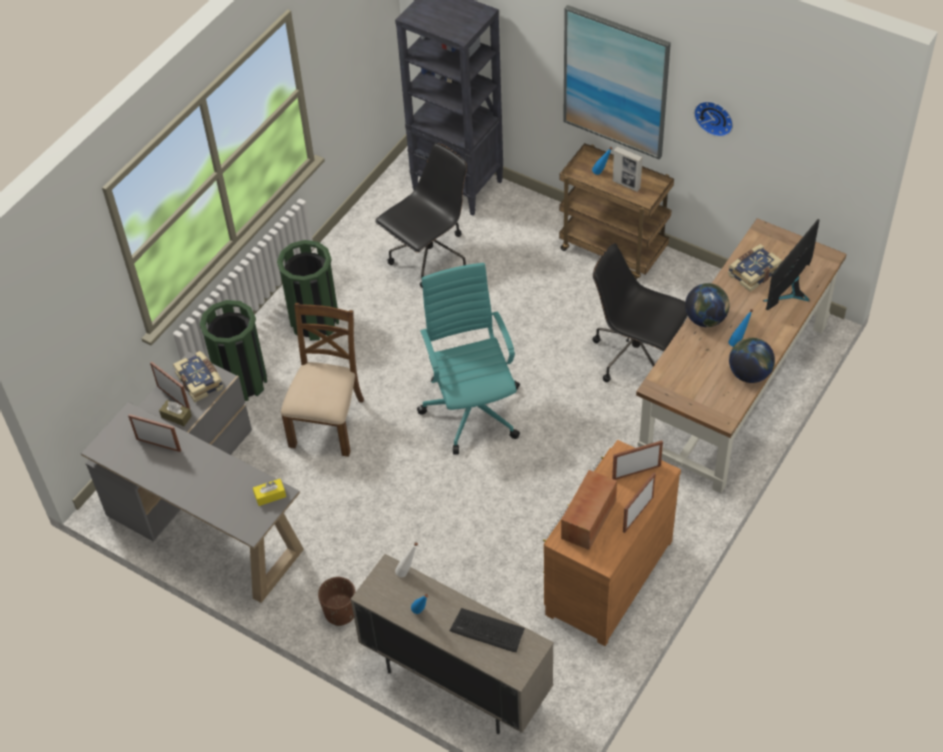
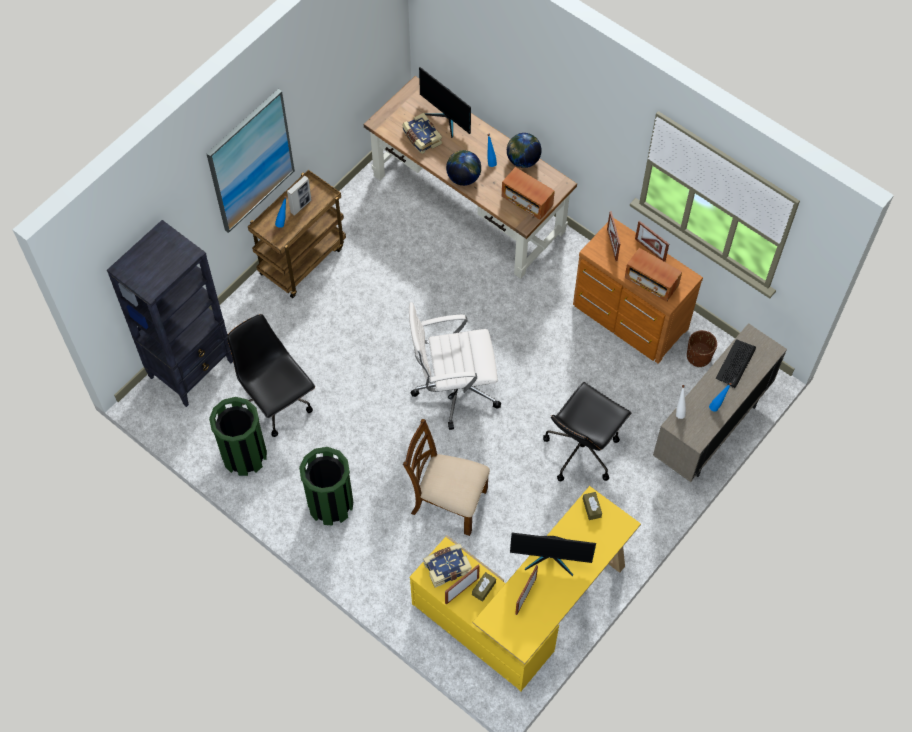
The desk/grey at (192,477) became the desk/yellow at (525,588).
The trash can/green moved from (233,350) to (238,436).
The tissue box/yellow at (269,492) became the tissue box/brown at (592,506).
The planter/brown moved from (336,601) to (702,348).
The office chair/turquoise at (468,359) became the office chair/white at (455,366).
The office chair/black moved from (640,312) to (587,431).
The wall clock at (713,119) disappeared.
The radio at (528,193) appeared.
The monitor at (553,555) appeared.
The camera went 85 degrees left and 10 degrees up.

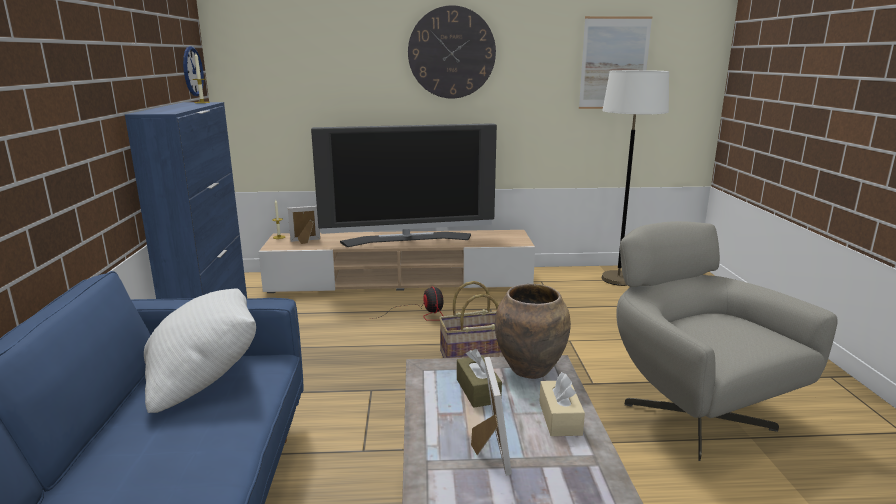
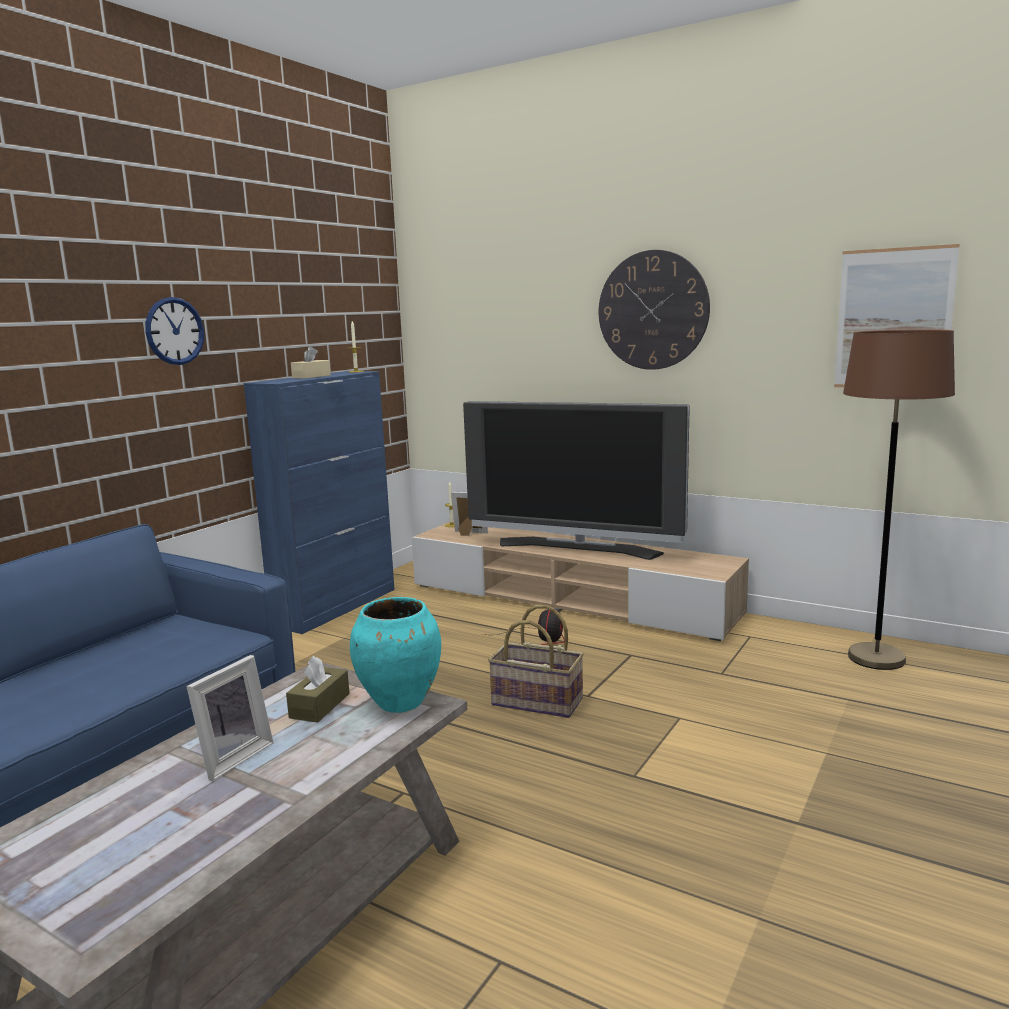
The pillow/white at (200,351) disappeared.
The wall clock moved from (193,71) to (174,331).
The vase/brown at (533,331) became the vase/turquoise at (395,655).
The tissue box/beige moved from (562,404) to (311,362).
The floor lamp/white at (635,178) became the floor lamp/brown at (899,499).
The armchair/grey at (727,341) disappeared.
The camera went 35 degrees right and 5 degrees down.

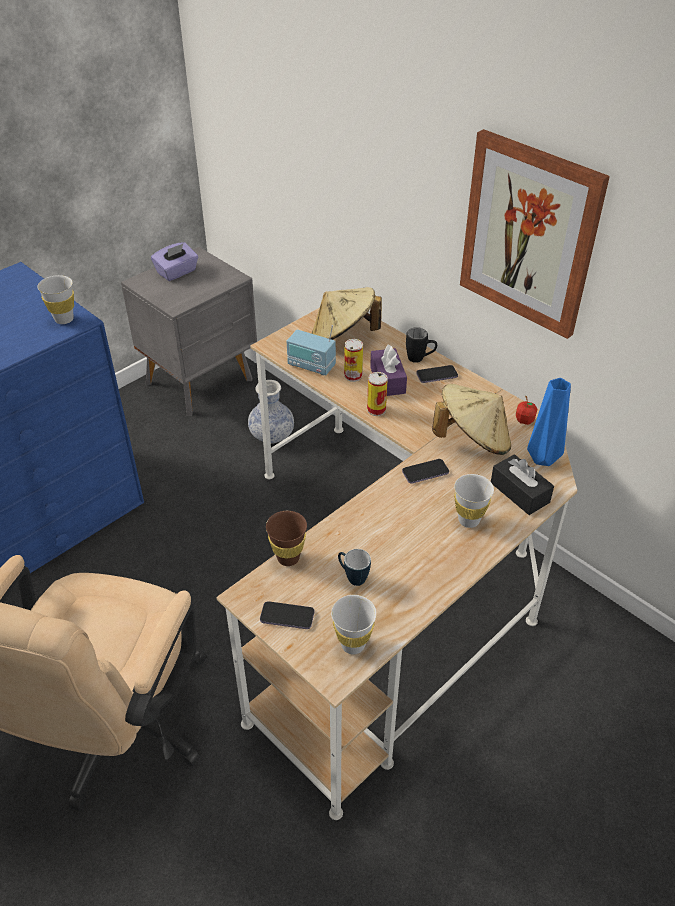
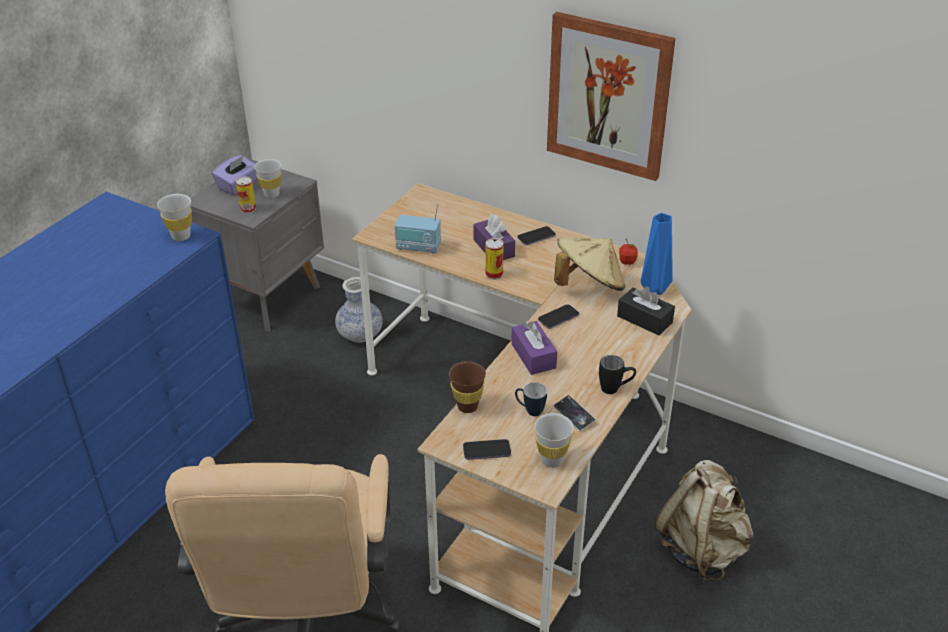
The hat/beige at (347,313) disappeared.
The can moved from (353,360) to (246,195).
The mug/black moved from (421,345) to (617,374).
The cup/white moved from (474,501) to (268,178).
The tissue box/purple at (534,348) appeared.
The phone at (574,413) appeared.
The backpack/beige at (704,520) appeared.
The camera went 15 degrees left and 5 degrees down.

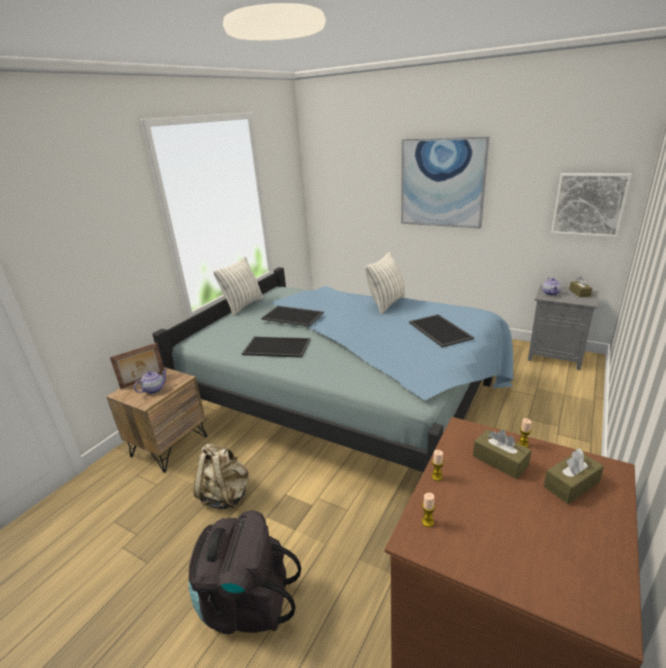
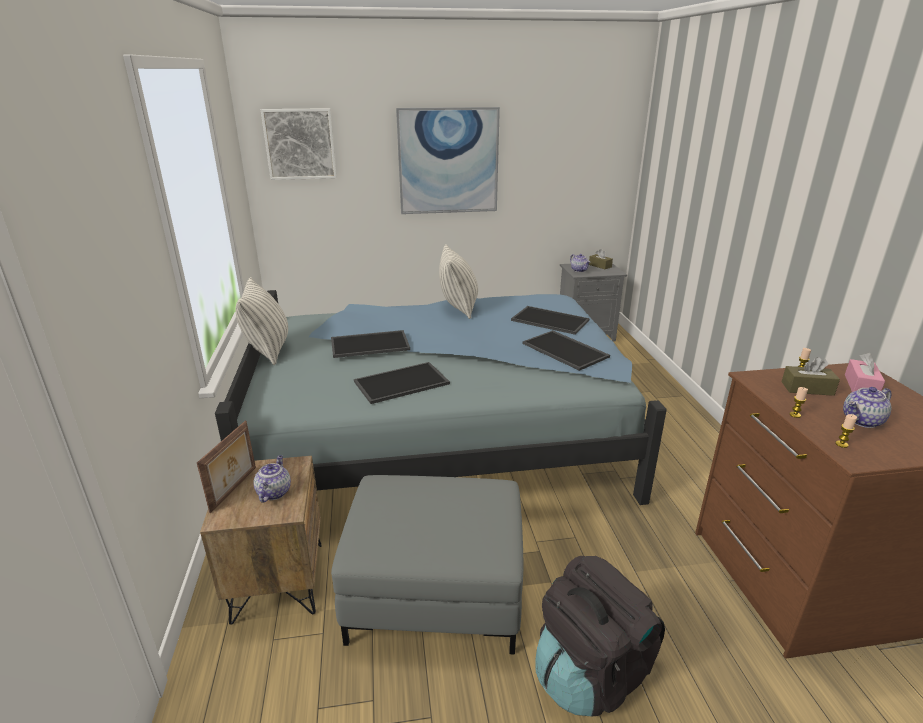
The backpack/beige at (221,476) was replaced by the ottoman/grey at (427,565).
The tissue box/brown at (574,476) became the tissue box/pink at (865,372).
The picture moved from (591,205) to (299,144).
The tray at (566,350) appeared.
The teapot at (867,407) appeared.
The camera went 40 degrees left and 0 degrees up.

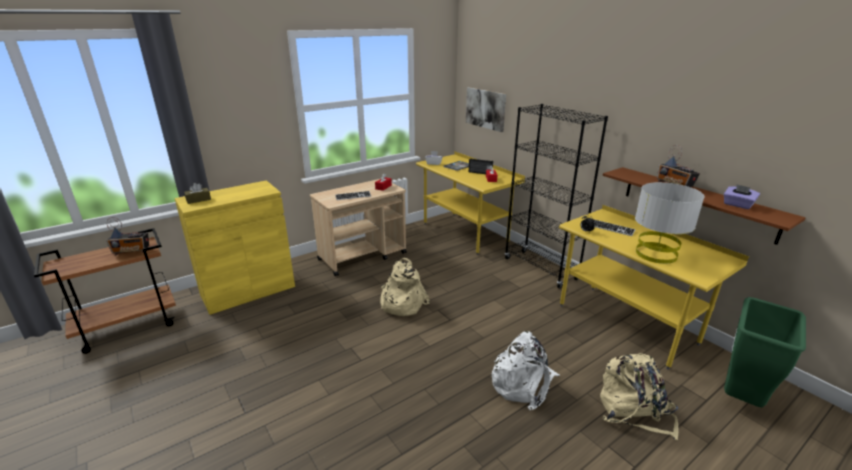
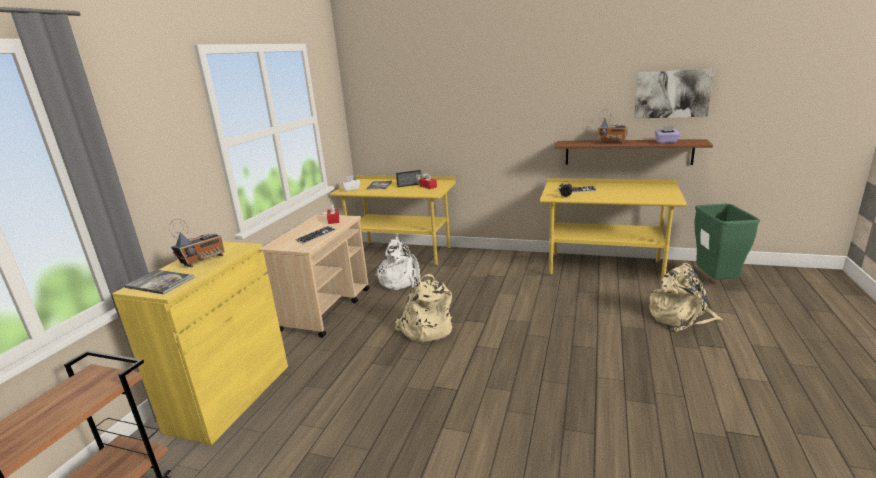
The radio moved from (127,236) to (197,243).
The tissue box/brown at (197,193) was replaced by the book at (159,282).
The picture moved from (486,109) to (674,94).
The backpack/white moved from (526,370) to (398,263).
The bookcase/black at (556,196) disappeared.
The table lamp/grey at (669,223) disappeared.
The camera went 35 degrees left and 5 degrees down.

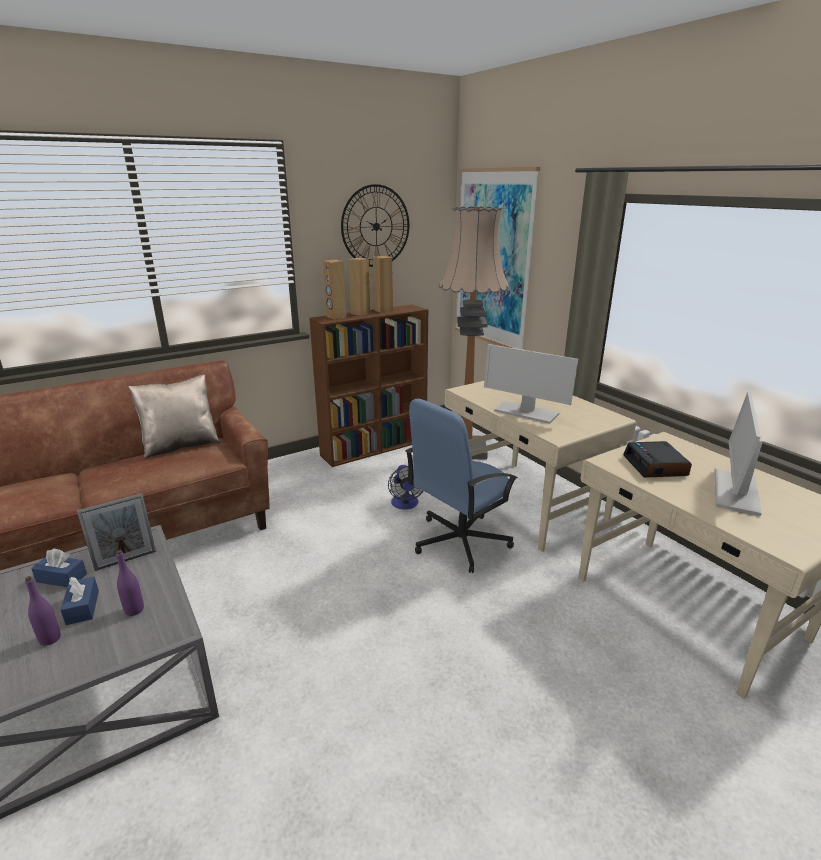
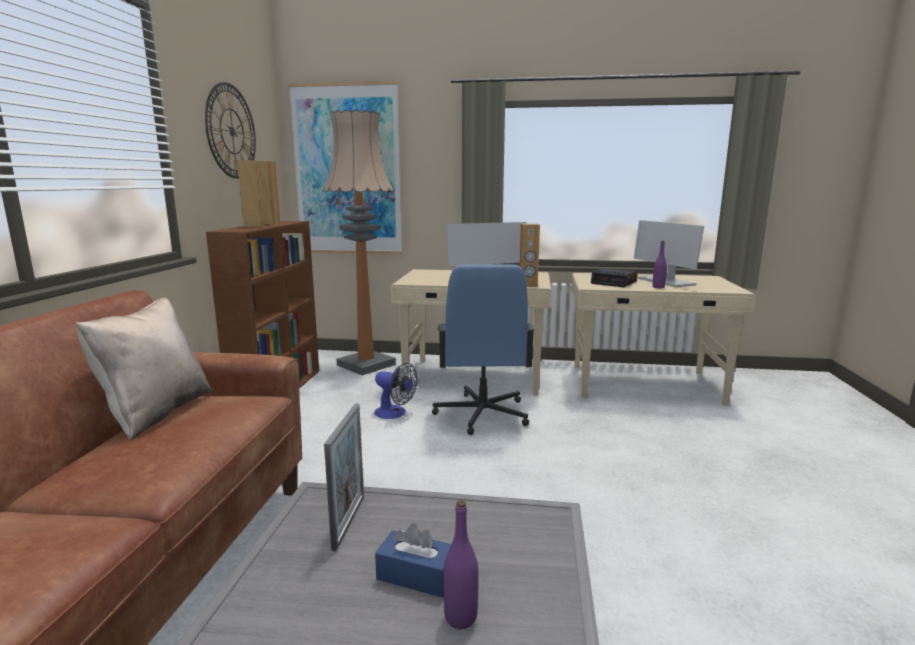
The tissue box/blue at (59,568) disappeared.
The bottle/purple moved from (130,583) to (660,264).
The speaker/brown moved from (334,289) to (530,255).
The camera went 50 degrees left and 10 degrees down.

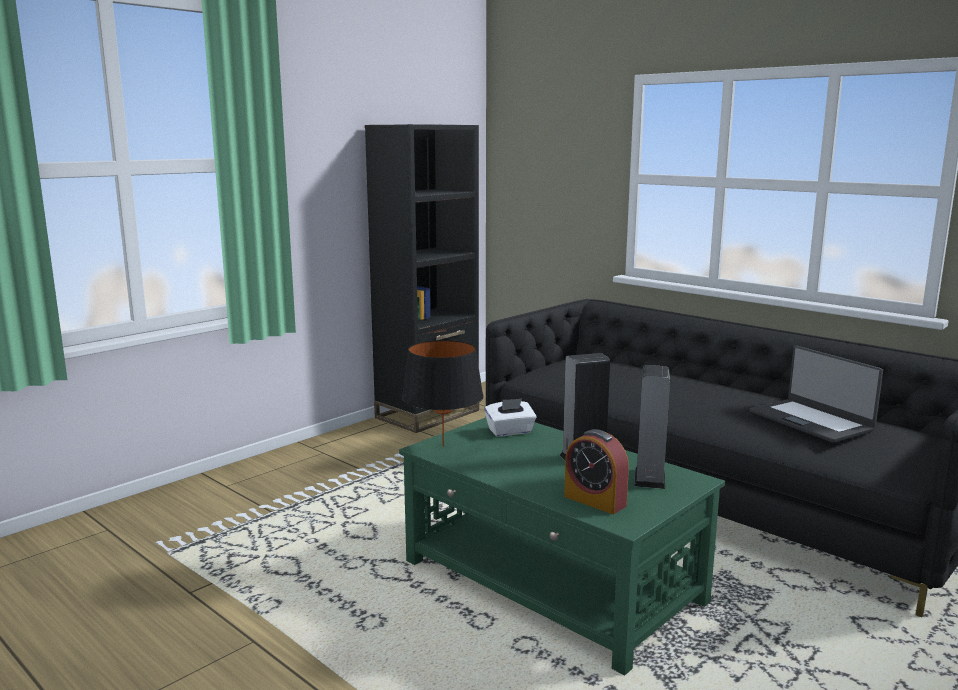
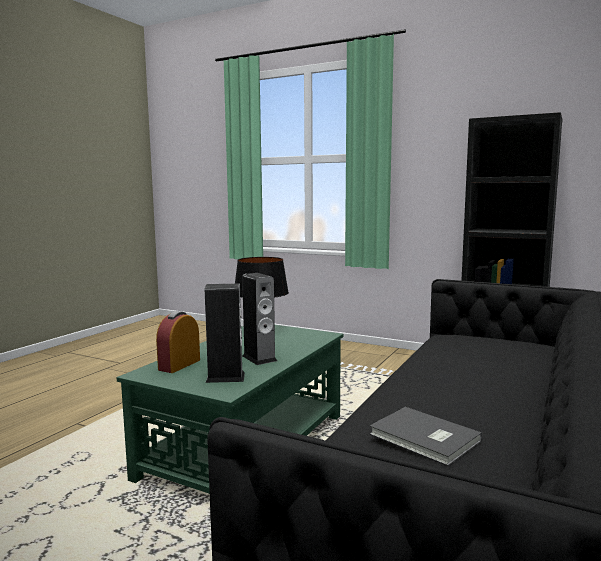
The tissue box/white at (510,417) disappeared.
The laptop at (816,394) was replaced by the book/grey at (425,436).
The camera went 75 degrees right and 5 degrees down.

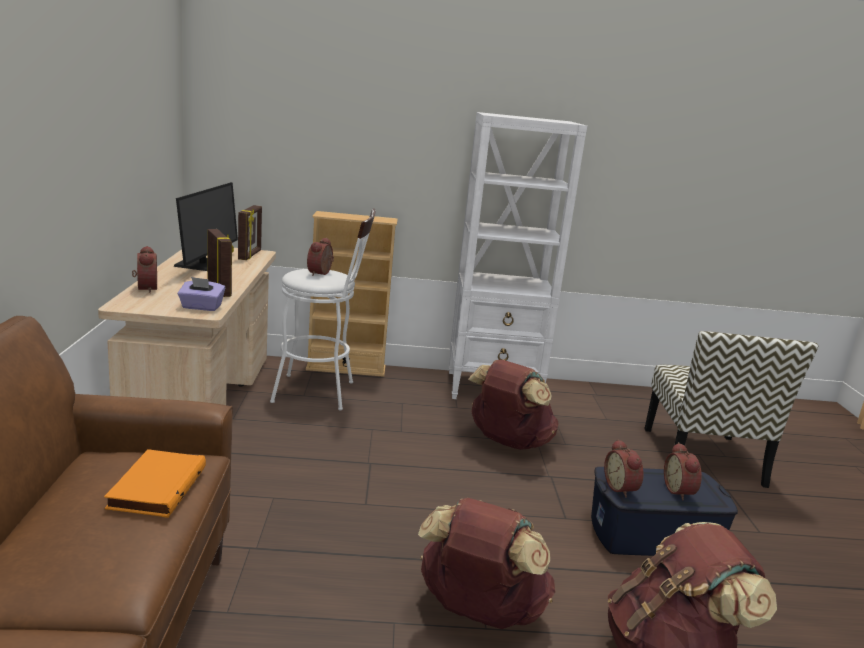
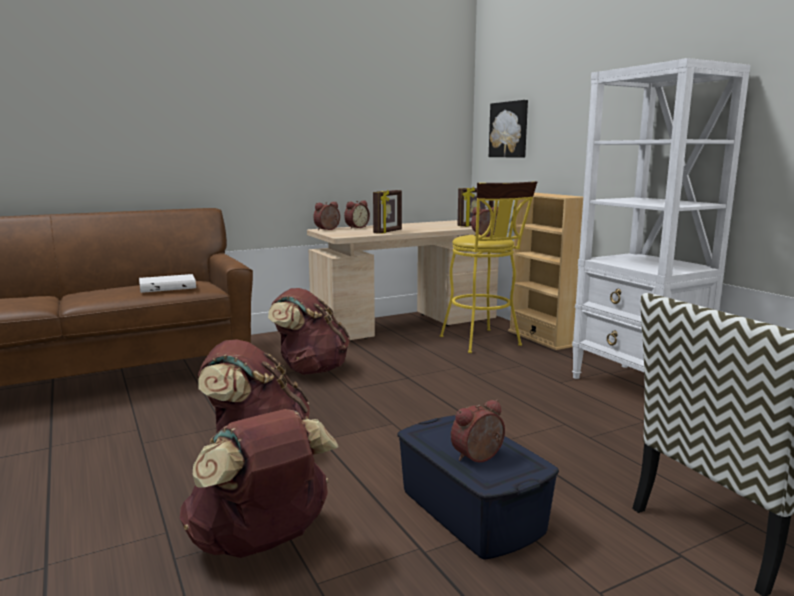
The book/orange at (155,483) became the book/white at (167,283).
The monitor at (205,226) disappeared.
The tissue box/purple at (201,294) disappeared.
The stool/white at (323,309) became the stool/yellow at (488,267).
The backpack/brown moved from (513,405) to (309,331).
The alarm clock moved from (624,468) to (326,216).
The picture at (508,129) appeared.
The camera went 65 degrees right and 5 degrees down.

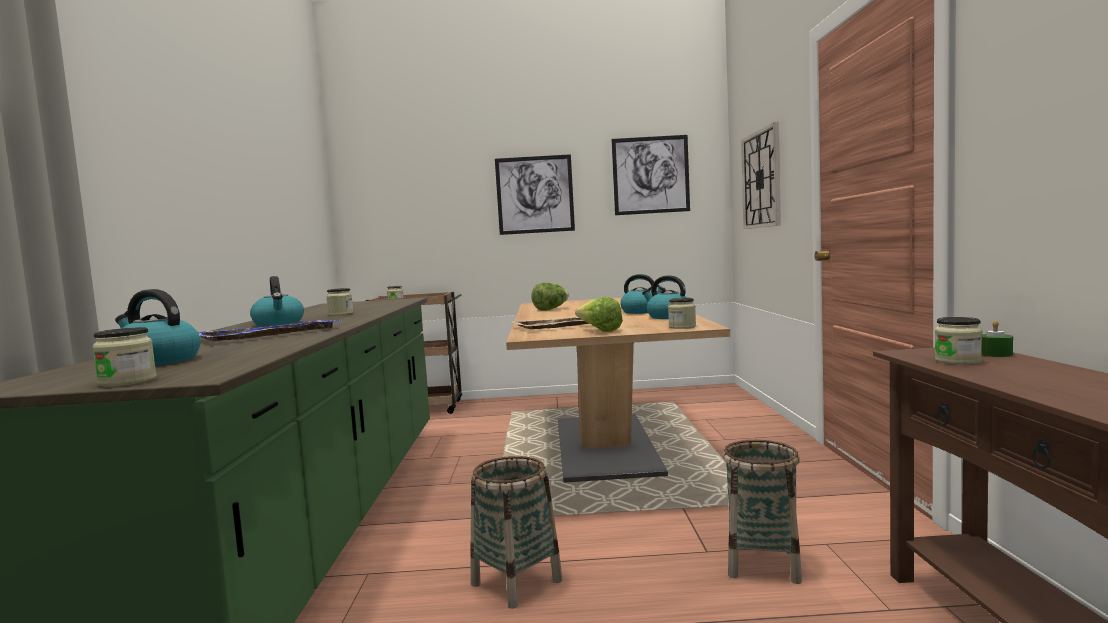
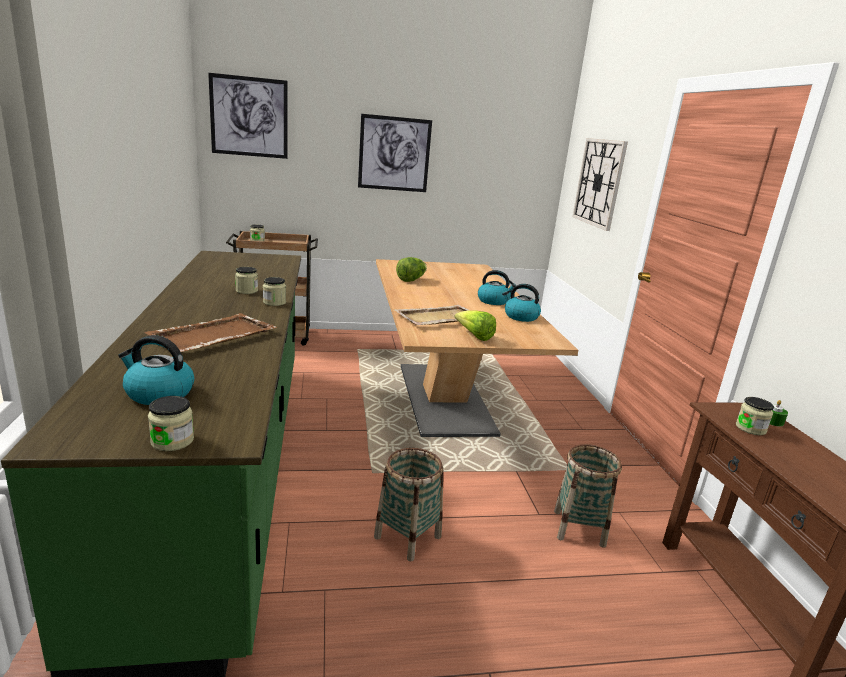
The tray/blue at (269,330) became the tray/brown at (210,332).
The kettle at (277,301) disappeared.
The picture moved from (650,175) to (248,116).
The jar moved from (682,313) to (274,291).
The camera went 10 degrees left and 15 degrees up.

